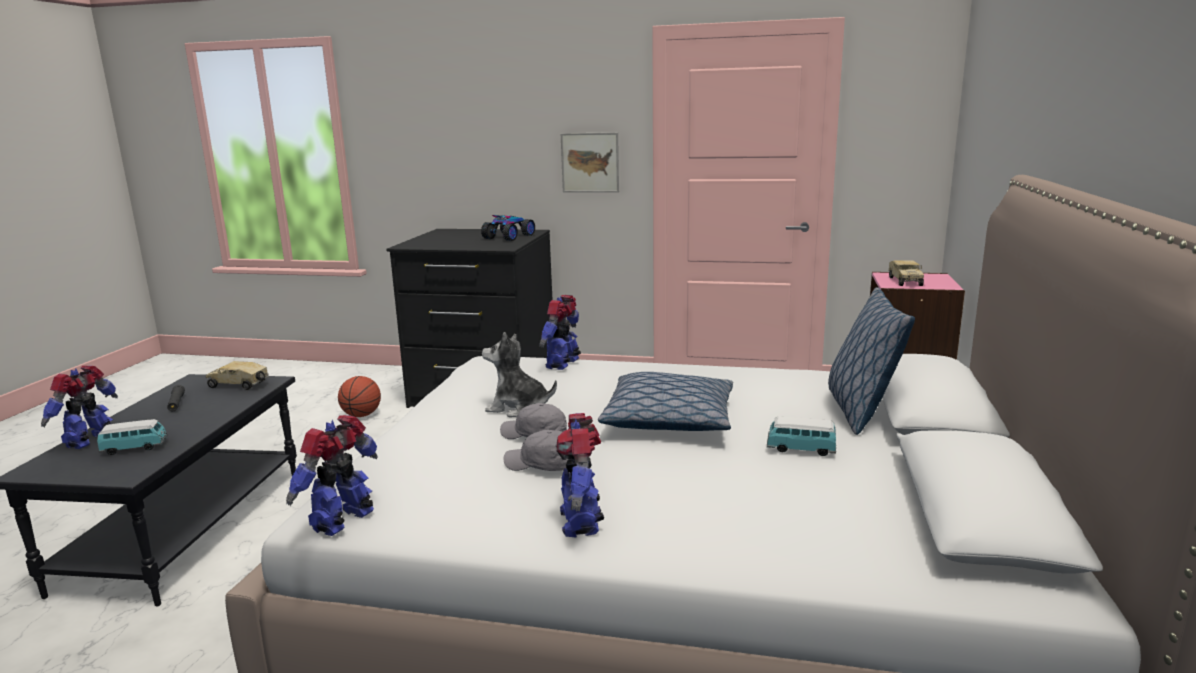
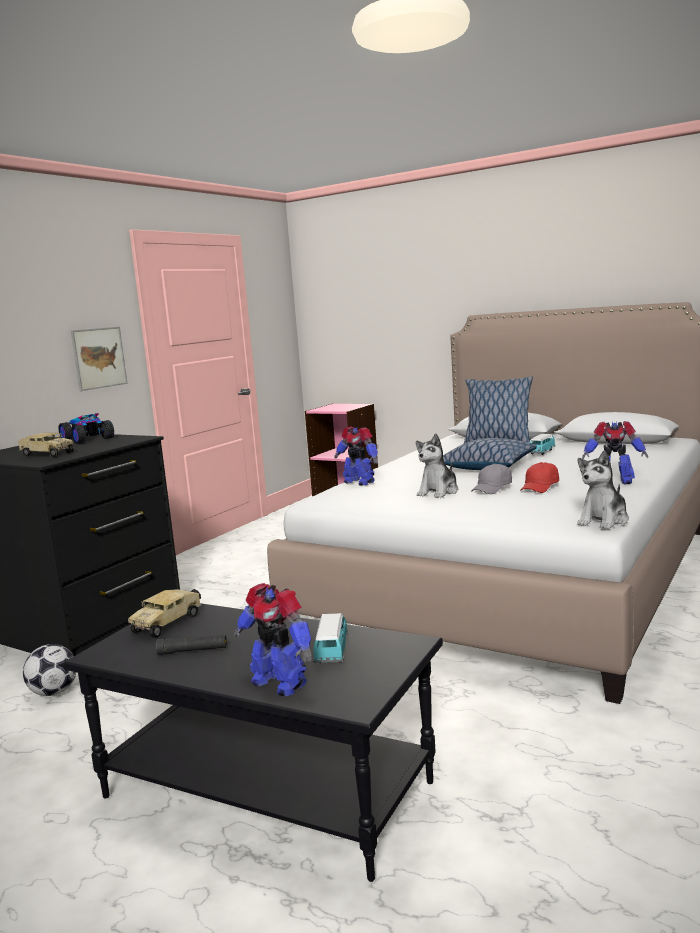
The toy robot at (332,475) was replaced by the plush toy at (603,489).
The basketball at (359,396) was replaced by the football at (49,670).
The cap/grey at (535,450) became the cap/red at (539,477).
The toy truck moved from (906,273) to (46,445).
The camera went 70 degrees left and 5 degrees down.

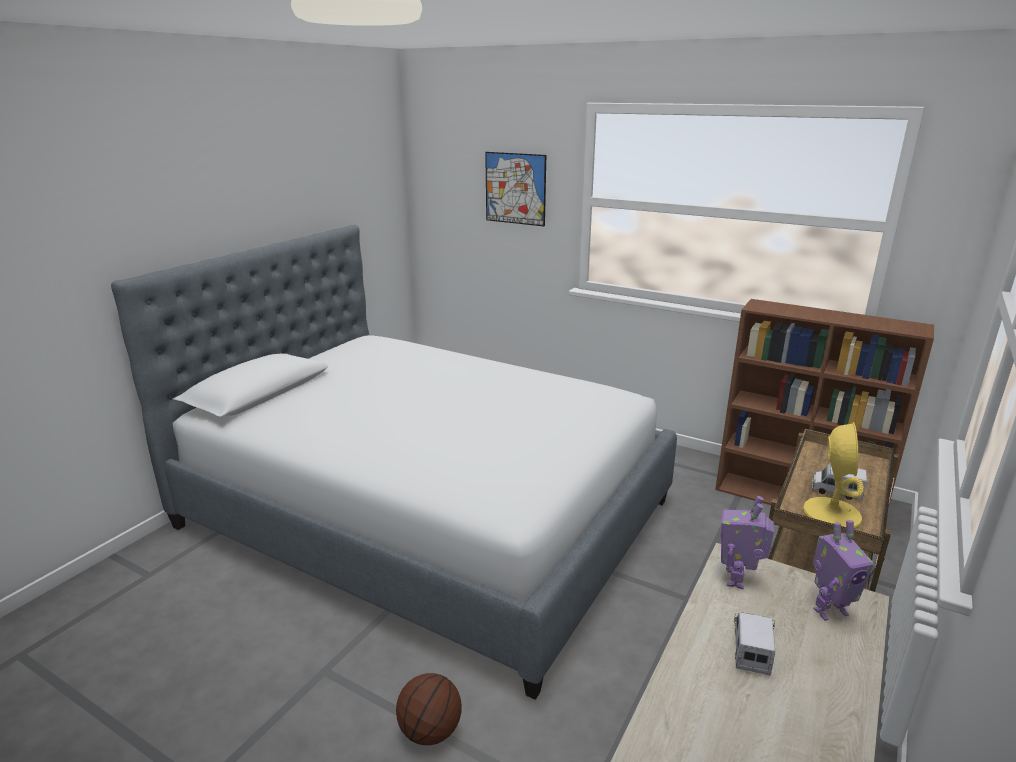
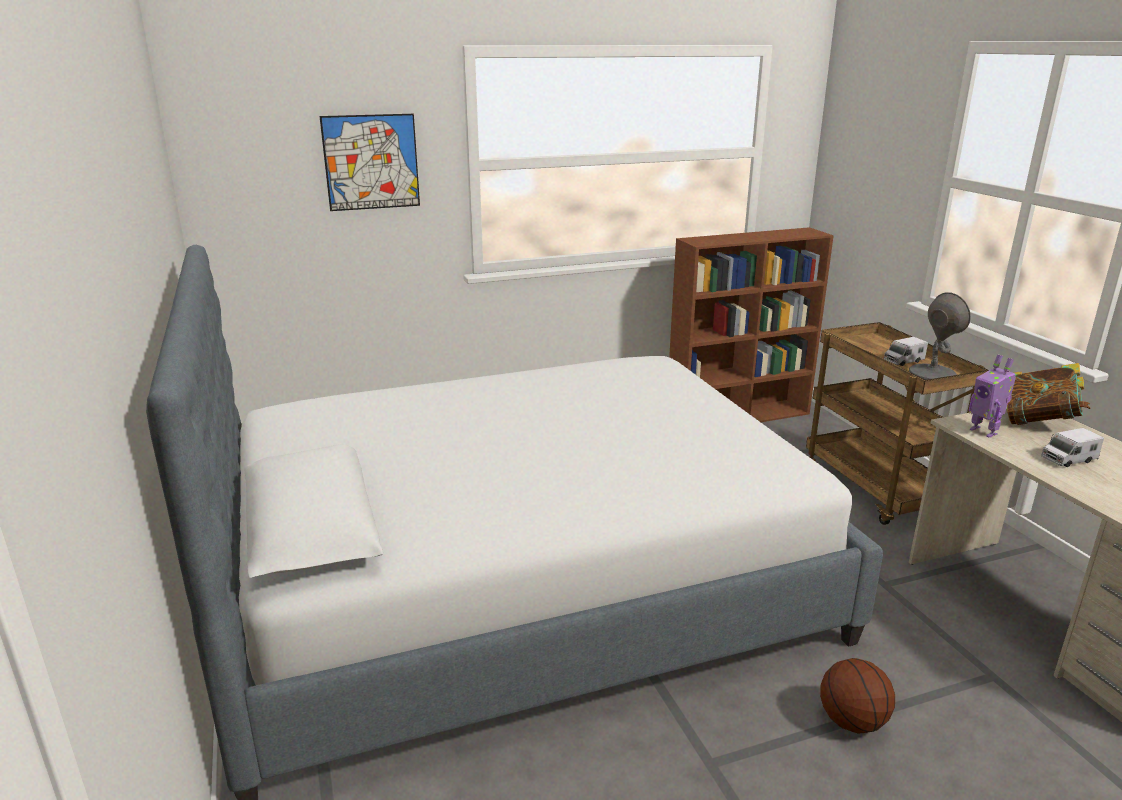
The toy truck at (754,644) turned 75 degrees counterclockwise.
The table lamp/yellow at (833,475) became the table lamp/grey at (940,336).
The toy robot at (843,570) was replaced by the book at (1049,394).
The camera went 50 degrees left and 0 degrees up.

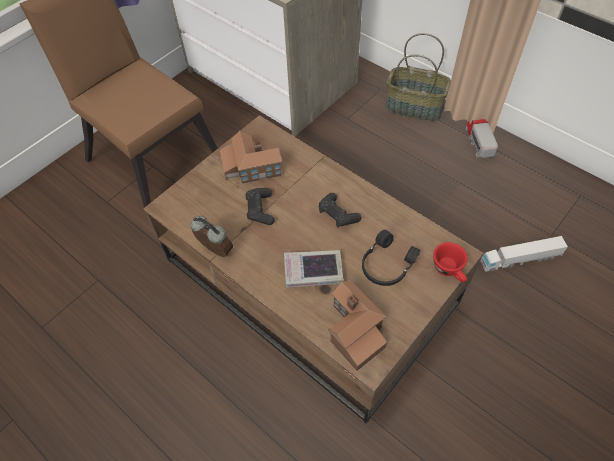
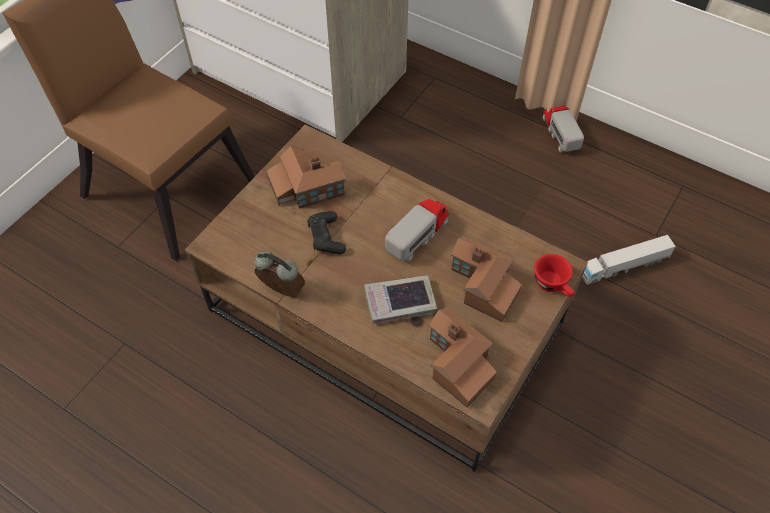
The game controller/black at (340,210) was replaced by the toy truck at (417,230).
The headphones/black at (391,258) was replaced by the toy house at (486,279).
The basket at (418,77) disappeared.
The camera went 10 degrees left and 0 degrees up.

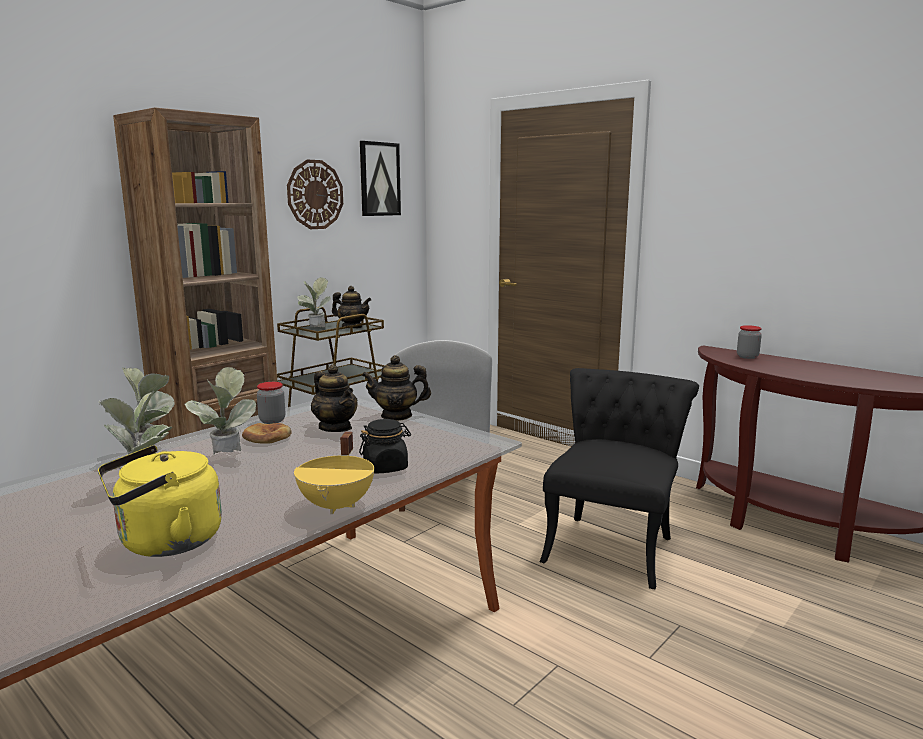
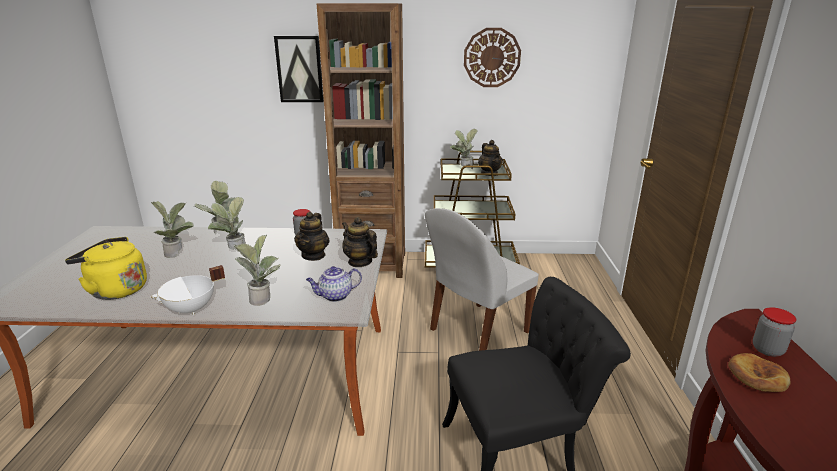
The bread moved from (267,433) to (759,372).
The cooking pot/yellow at (334,473) became the cooking pot/white at (187,290).
The jar/black at (385,446) was replaced by the potted plant at (257,270).
The picture moved from (380,178) to (299,69).
The teapot at (334,284) appeared.
The camera went 50 degrees right and 10 degrees up.

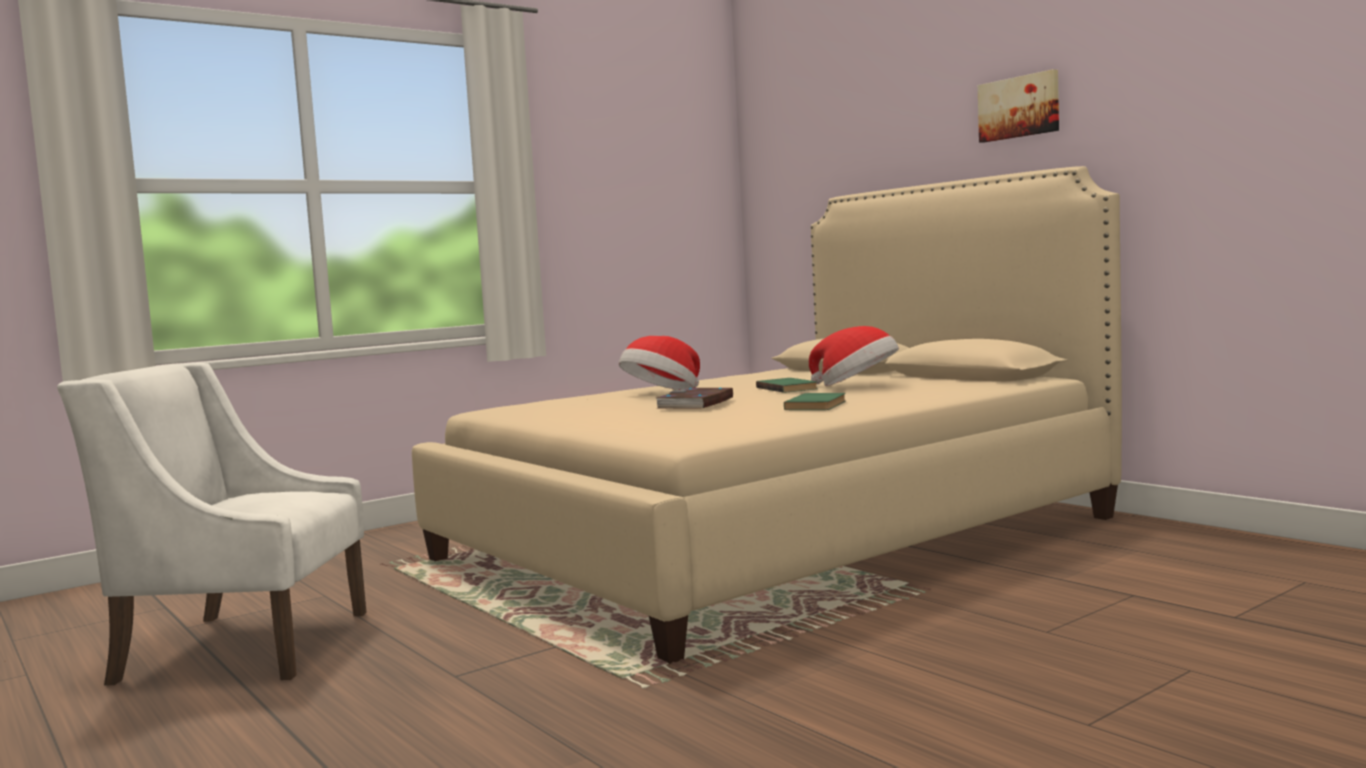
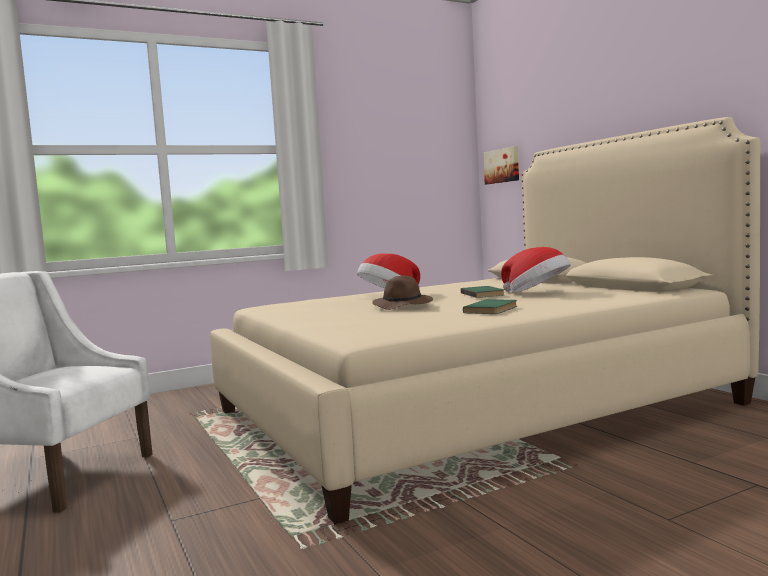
The book at (695,397) was replaced by the hat/brown at (402,293).
The picture moved from (1018,106) to (501,165).
The camera went 10 degrees right and 0 degrees up.

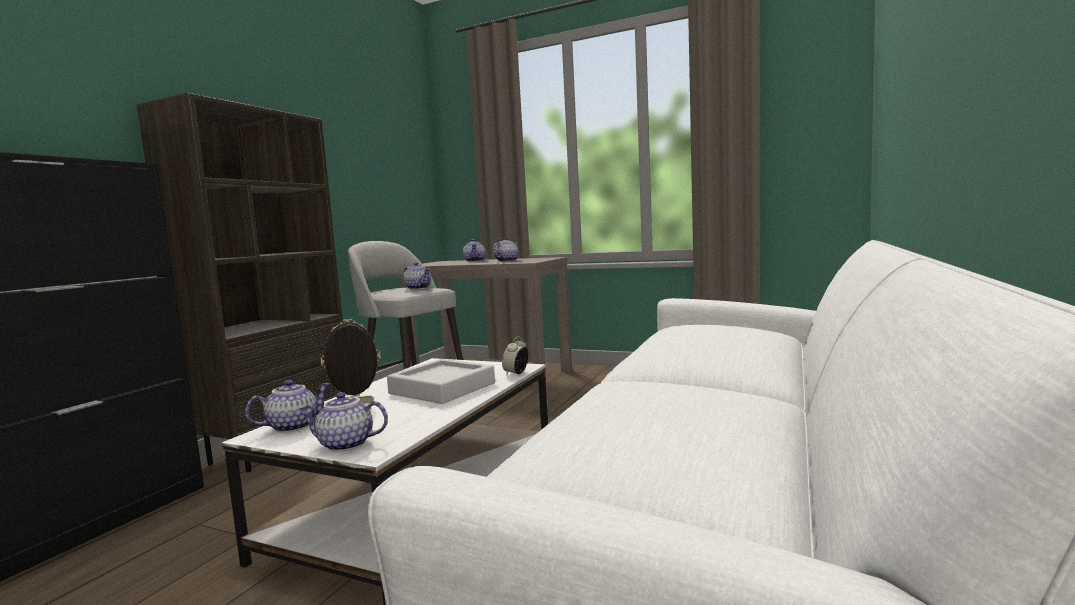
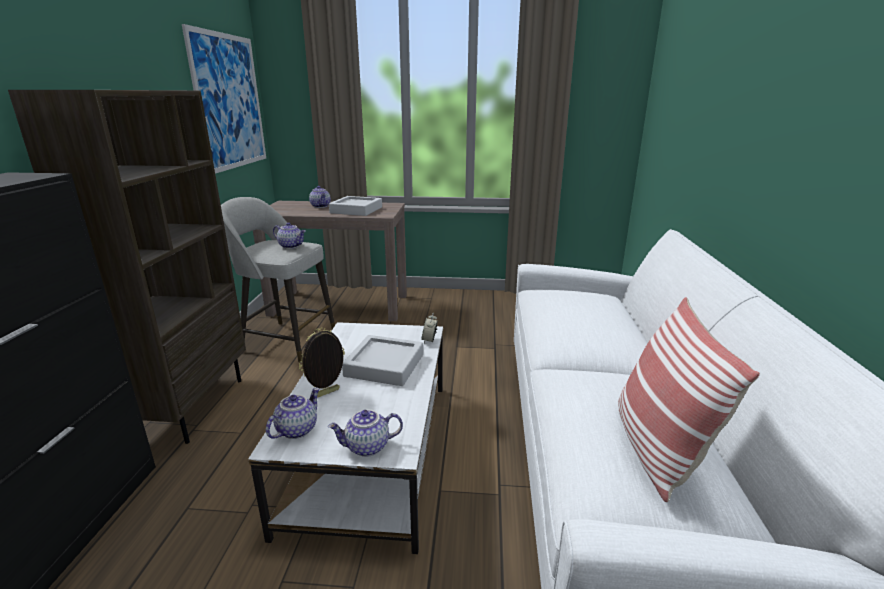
The teapot at (505,249) was replaced by the tray/grey at (355,206).
The picture at (224,99) appeared.
The pillow at (689,399) appeared.
The camera went 20 degrees left and 15 degrees up.

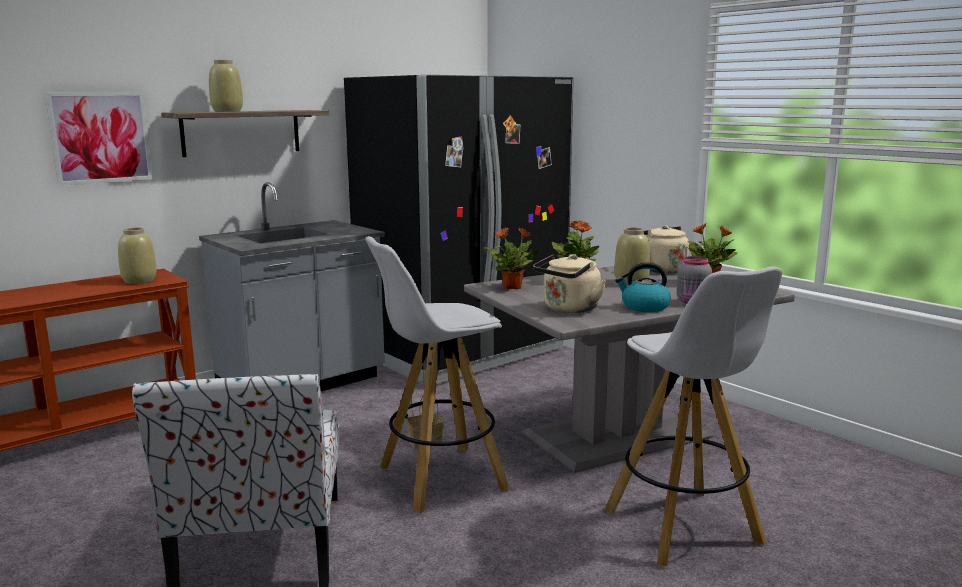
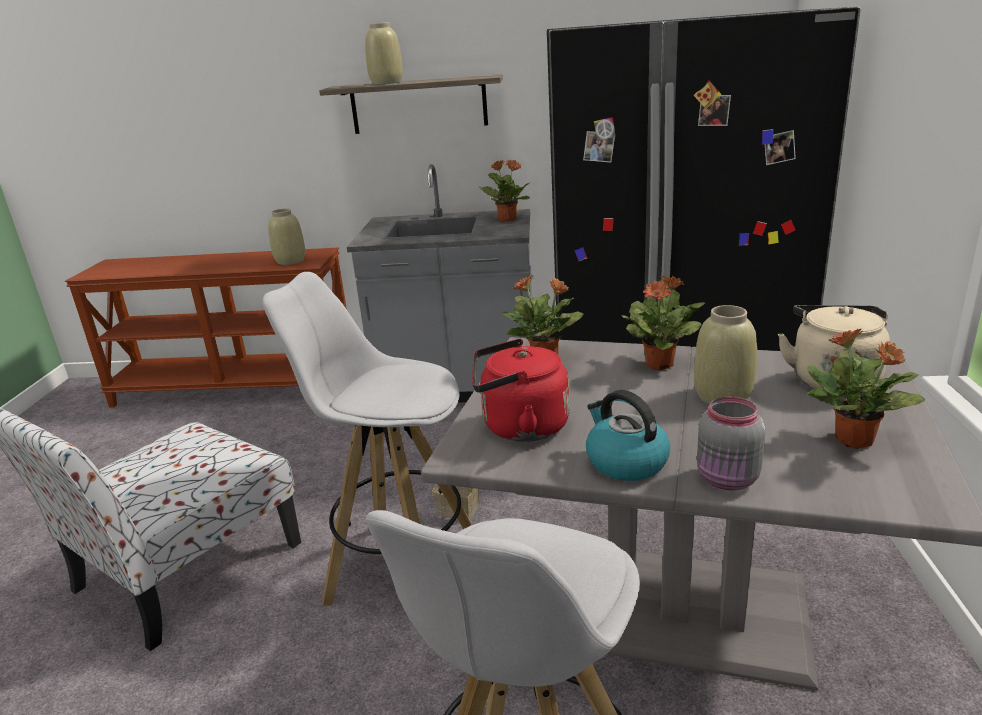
The picture at (99,139) disappeared.
The kettle/beige at (569,283) became the kettle/red at (521,390).
The potted plant at (505,191) appeared.
The camera went 45 degrees right and 10 degrees up.

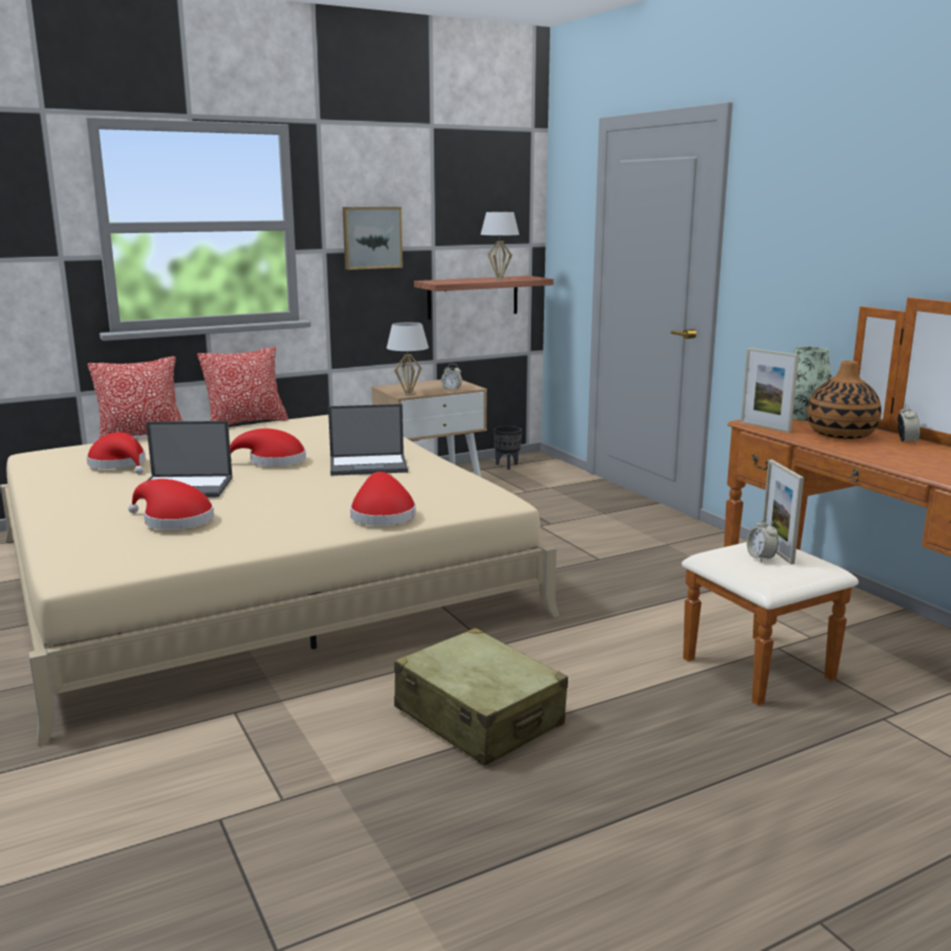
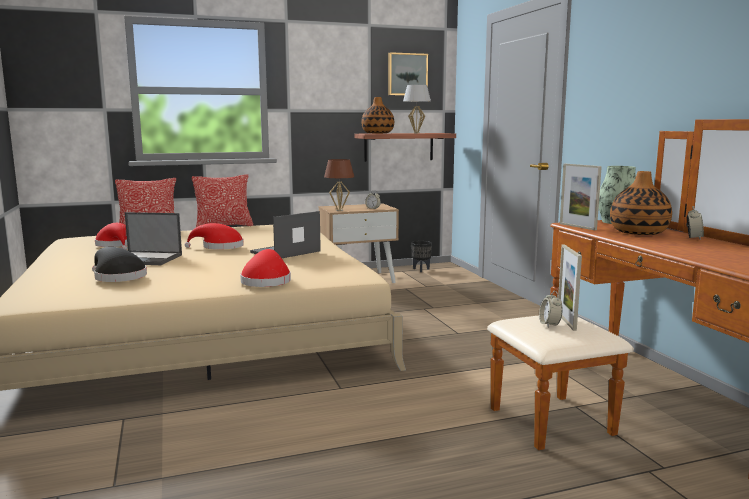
The hat/red at (171,504) became the hat/black at (119,264).
The laptop at (368,440) turned 135 degrees clockwise.
The picture moved from (373,238) to (408,73).
The table lamp/white at (408,358) became the table lamp/brown at (339,185).
The suitcase/beige at (481,697) disappeared.
The vase at (377,115) appeared.
The camera went 10 degrees right and 5 degrees down.

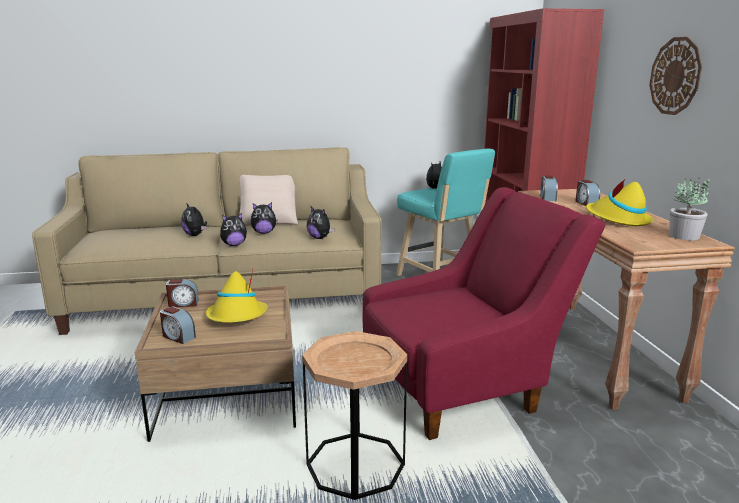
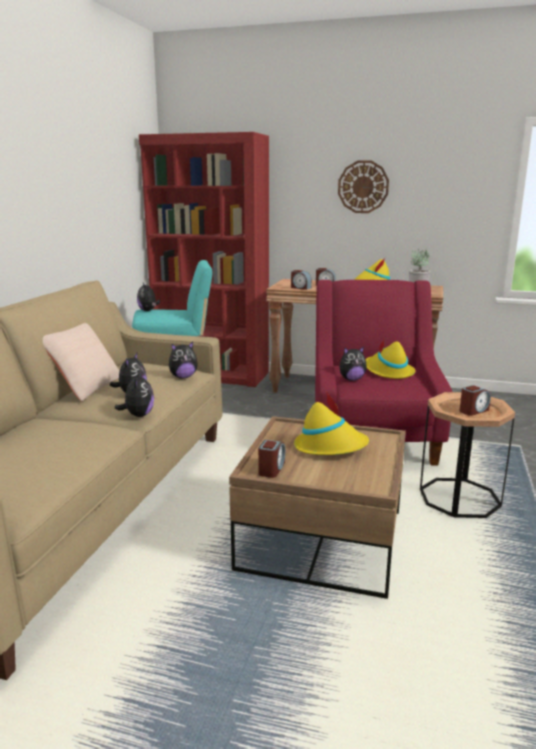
The alarm clock moved from (178,325) to (475,400).
The plush toy moved from (194,220) to (353,363).
The hat/yellow at (390,358) appeared.
The camera went 65 degrees left and 0 degrees up.

